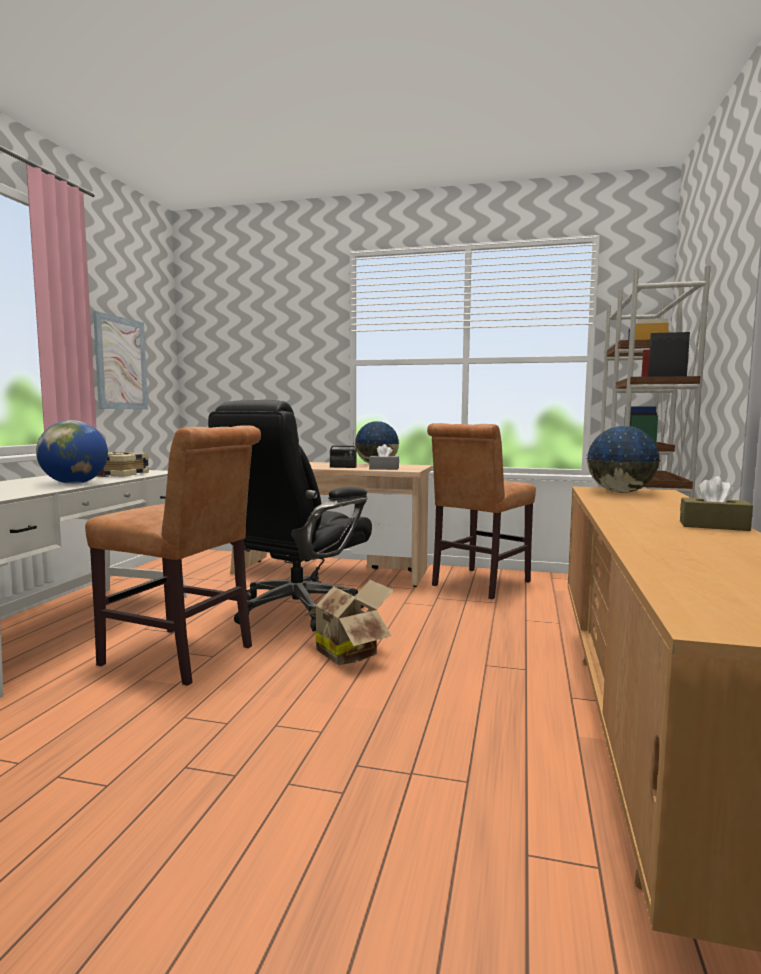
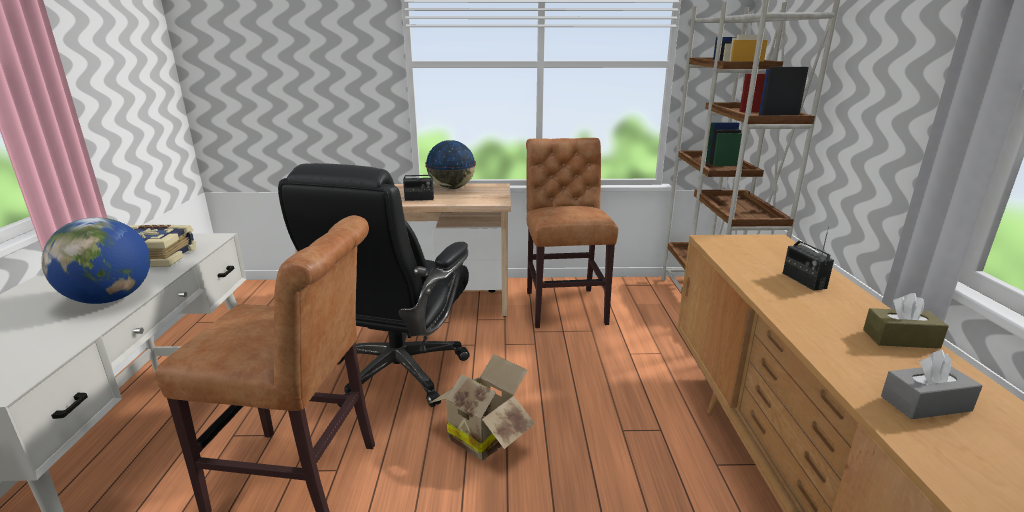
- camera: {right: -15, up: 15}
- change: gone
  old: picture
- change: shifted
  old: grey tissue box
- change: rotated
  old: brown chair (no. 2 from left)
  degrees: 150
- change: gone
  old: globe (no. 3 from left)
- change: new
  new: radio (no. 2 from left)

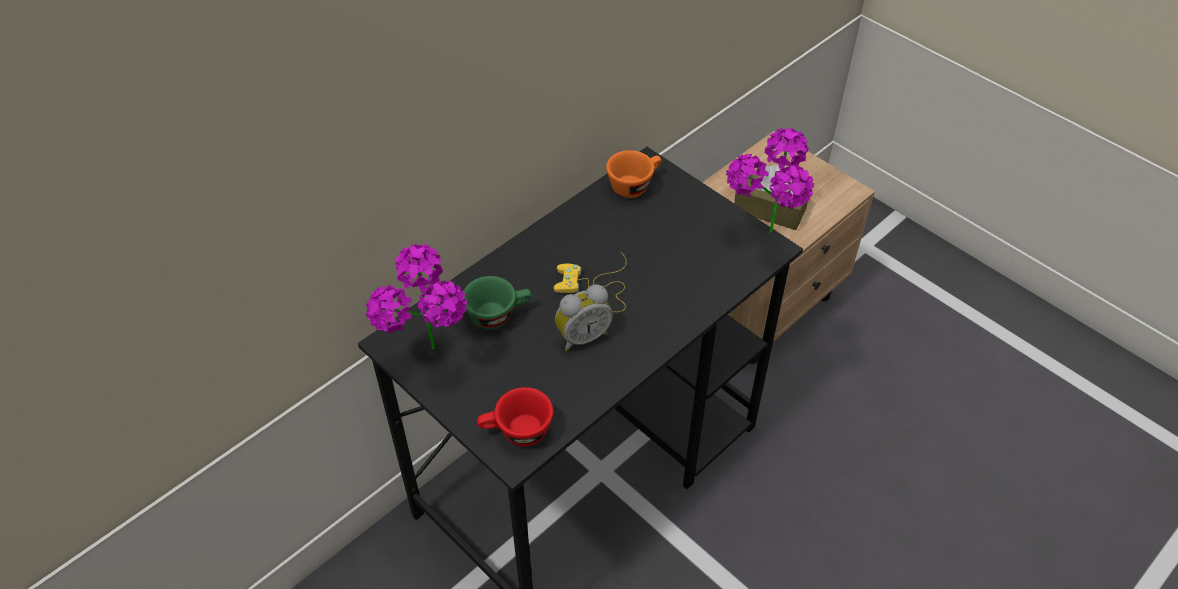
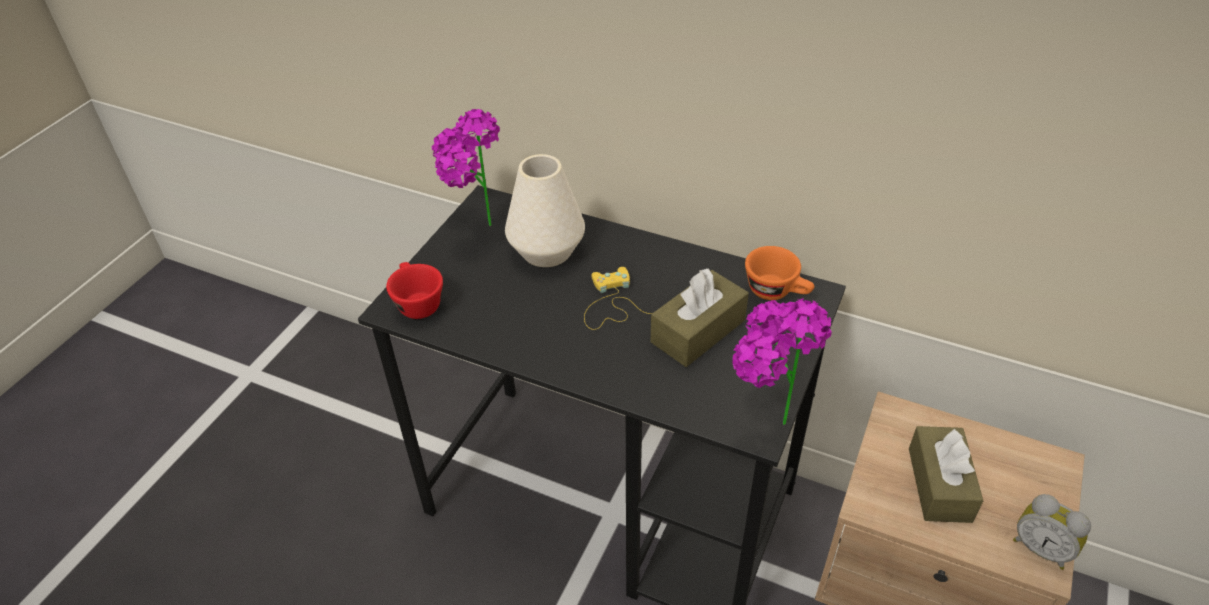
- camera: {right: 70, up: -5}
- change: swapped
  old: green cup
  new: white vase
- change: shifted
  old: alarm clock
- change: new
  new: brown tissue box (no. 1 from left)

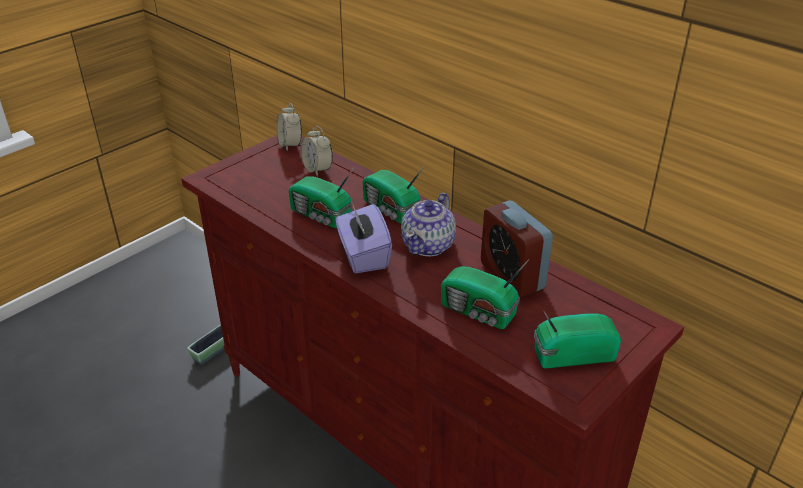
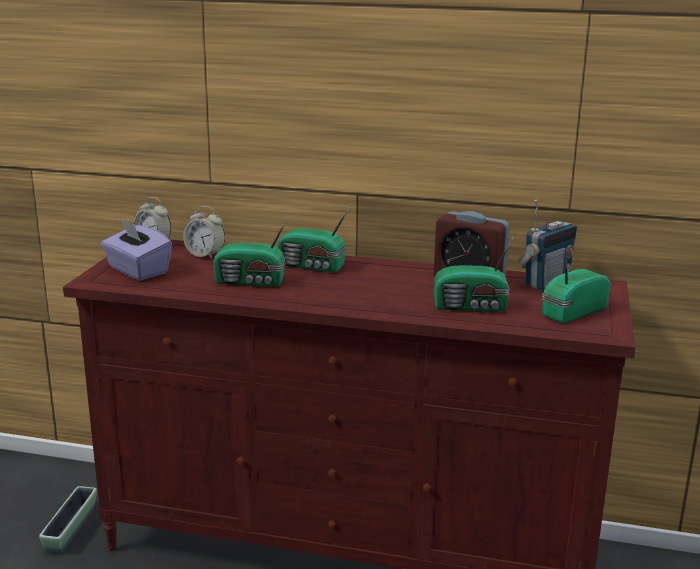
- camera: {right: -30, up: -15}
- change: shifted
  old: purple tissue box
- change: gone
  old: teapot
- change: new
  new: radio (no. 4 from left)

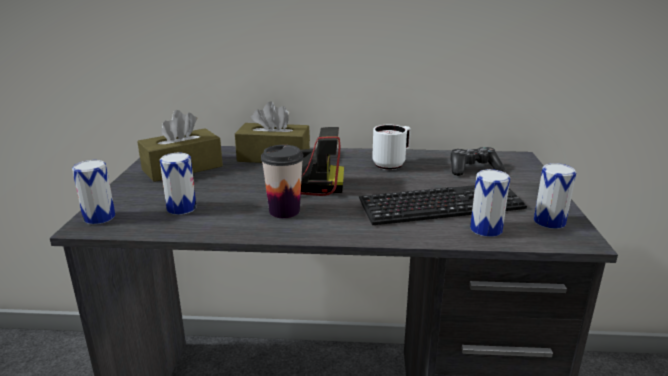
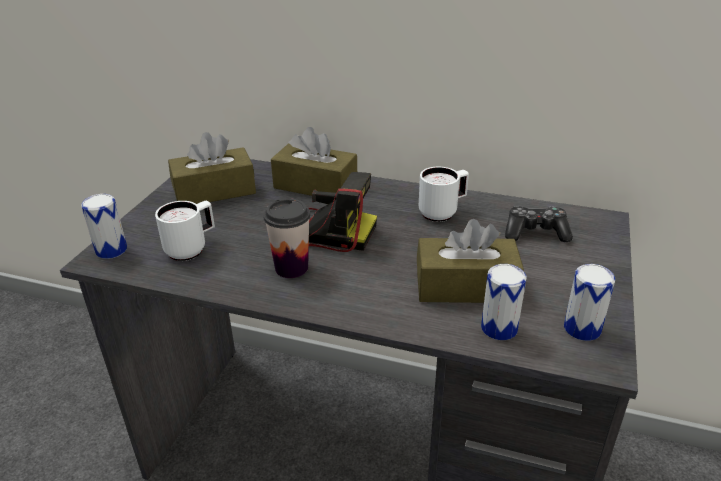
- camera: {right: 15, up: 10}
- change: swapped
  old: can (no. 2 from left)
  new: white mug (no. 1 from left)
- change: swapped
  old: keyboard
  new: brown tissue box (no. 3 from left)

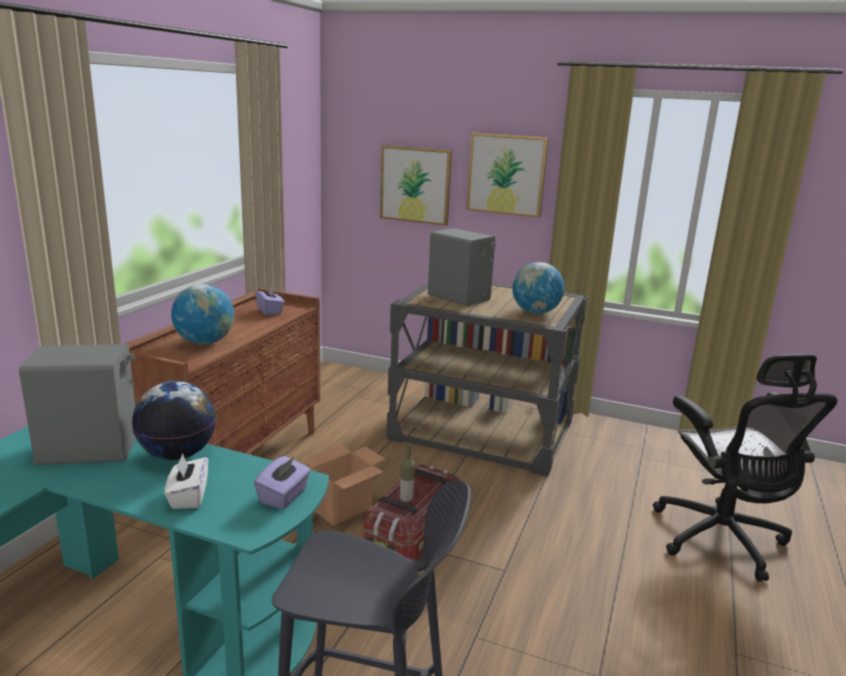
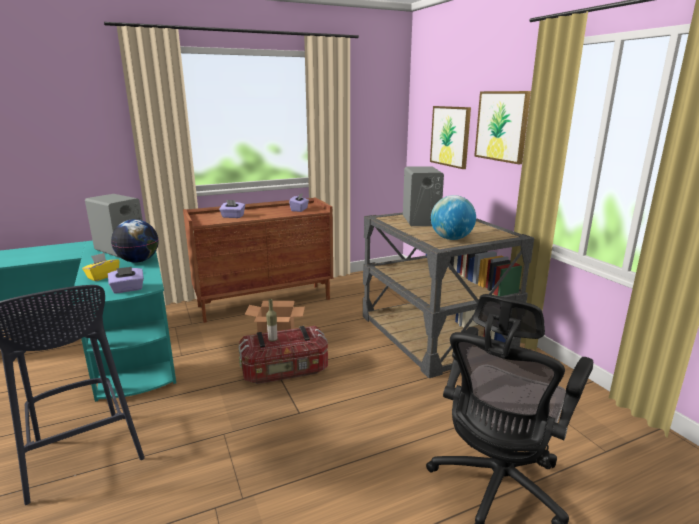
- camera: {right: 45, up: 0}
- change: repainted
  old: white tissue box
  new: yellow tissue box
- change: swapped
  old: globe (no. 2 from left)
  new: purple tissue box (no. 2 from left)

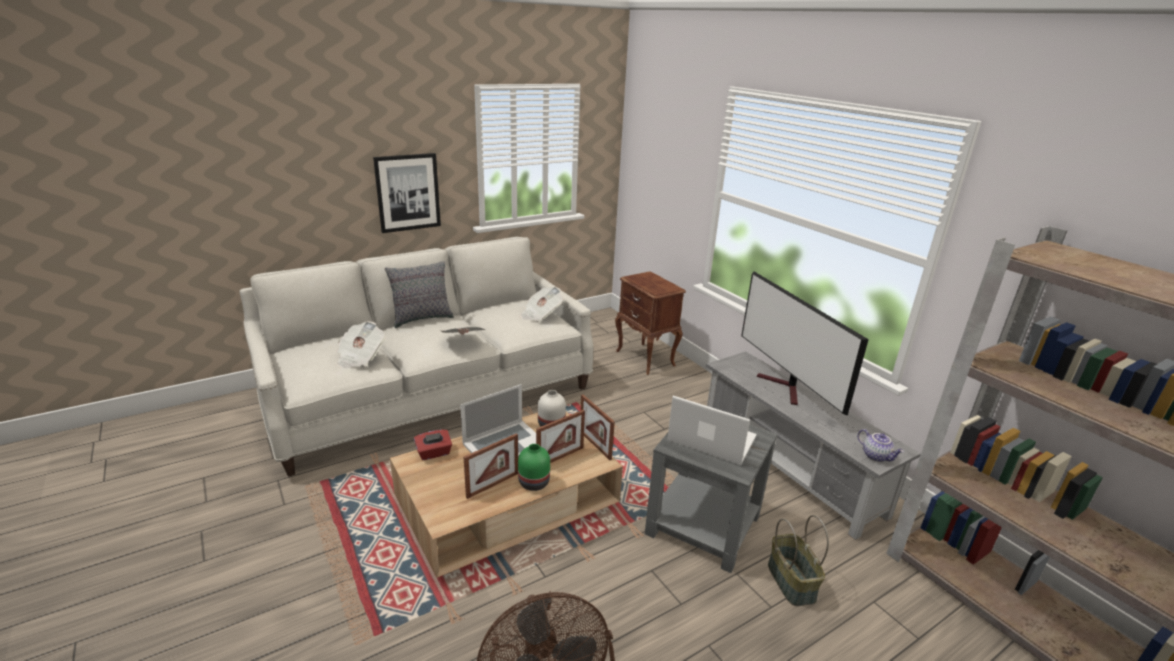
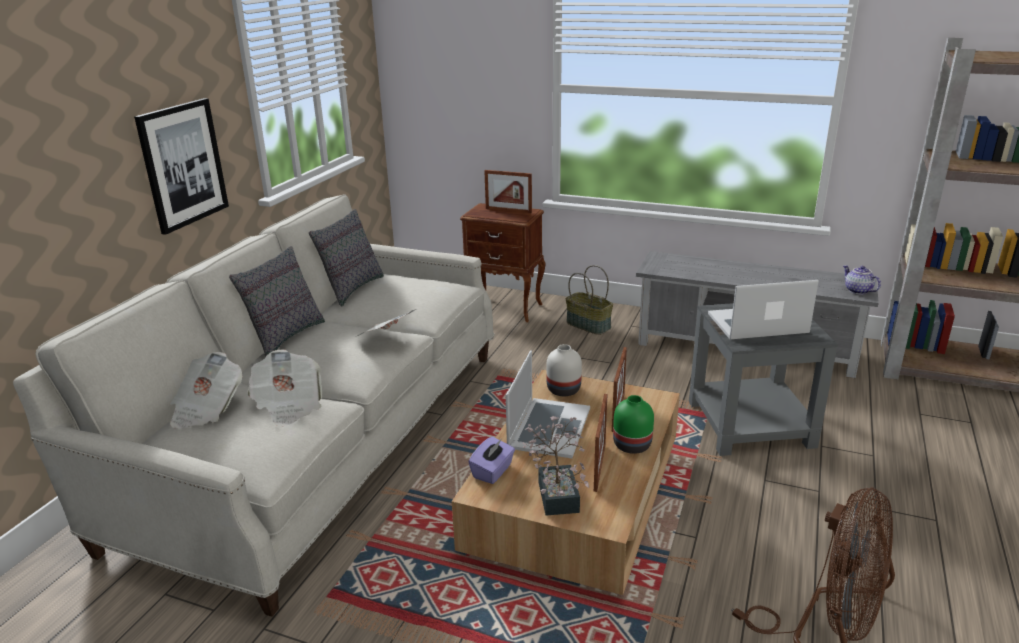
- camera: {right: -35, up: 0}
- change: repainted
  old: red tissue box
  new: purple tissue box
- change: shifted
  old: newspaper (no. 3 from left in the first image)
  new: newspaper (no. 1 from left)
- change: shifted
  old: picture frame (no. 3 from left in the first image)
  new: picture frame (no. 1 from left)
- change: gone
  old: television
- change: shifted
  old: basket
- change: rotated
  old: teapot
  degrees: -135
- change: new
  new: grey pillow (no. 2 from left)
- change: new
  new: potted plant

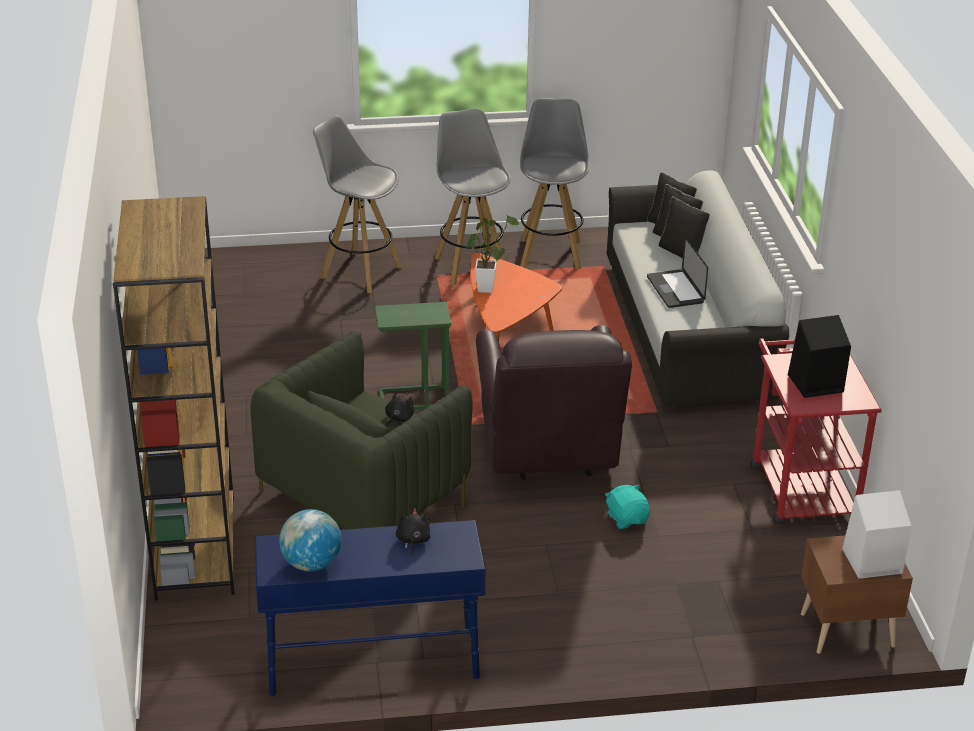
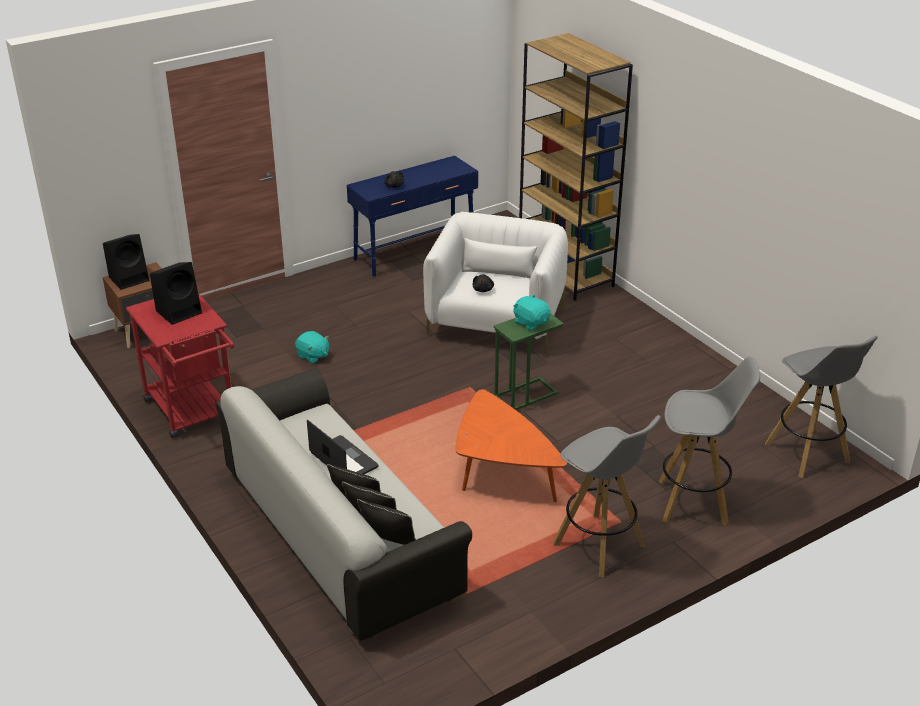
- camera: {right: 155, up: 0}
- change: repainted
  old: green armchair
  new: white armchair
- change: gone
  old: globe
- change: gone
  old: potted plant
- change: gone
  old: brown armchair
- change: shifted
  old: grey stool (no. 3 from left)
- change: repainted
  old: white speaker
  new: black speaker (no. 1 from left)
- change: new
  new: turquoise plush toy (no. 2 from left)

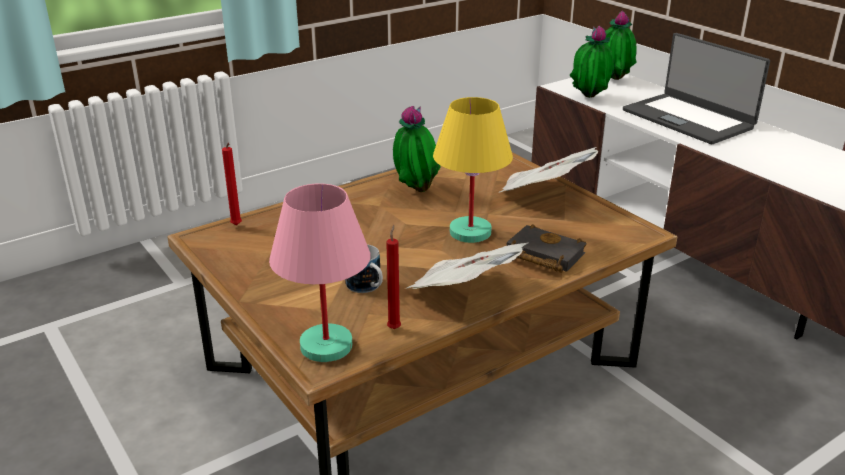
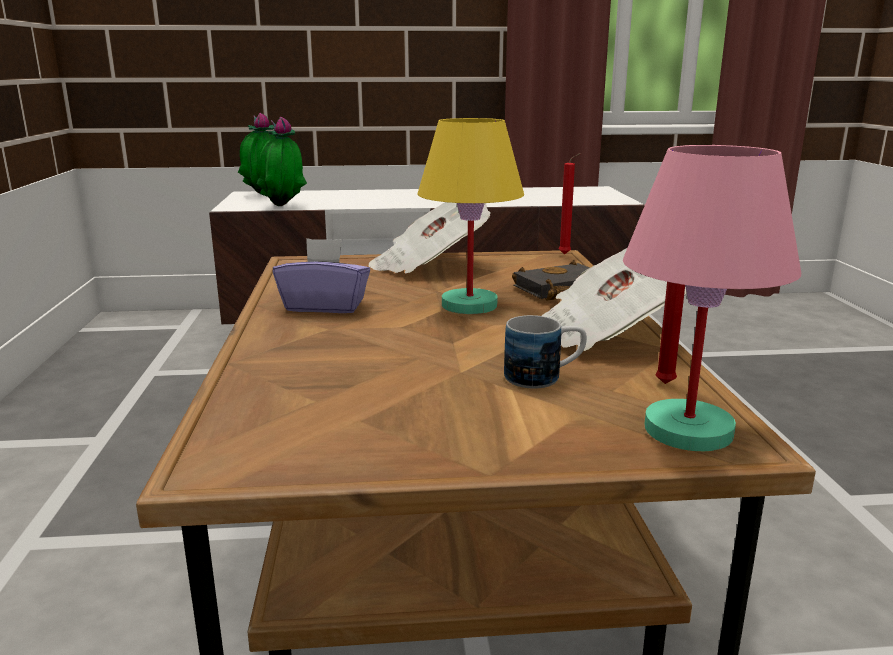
- camera: {right: -60, up: -10}
- change: shifted
  old: red candle (no. 1 from left)
- change: swapped
  old: potted plant (no. 1 from left)
  new: purple tissue box
- change: gone
  old: laptop

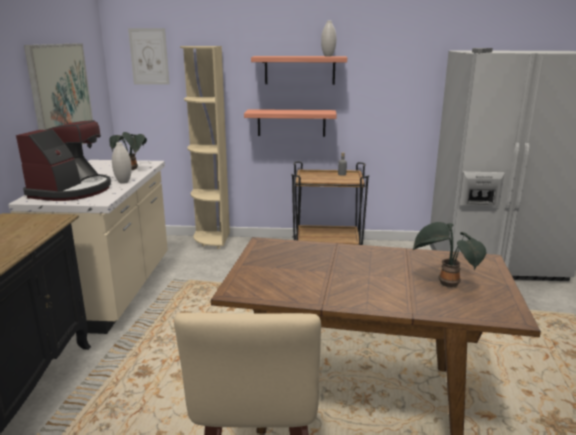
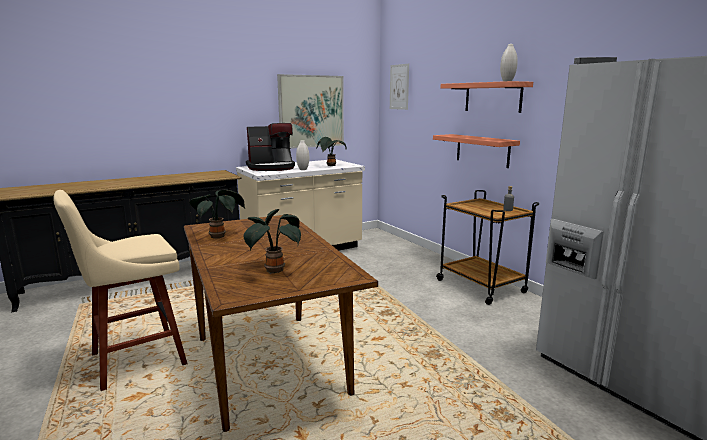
- camera: {right: 55, up: -5}
- change: gone
  old: beige bookcase
- change: new
  new: potted plant (no. 1 from left)

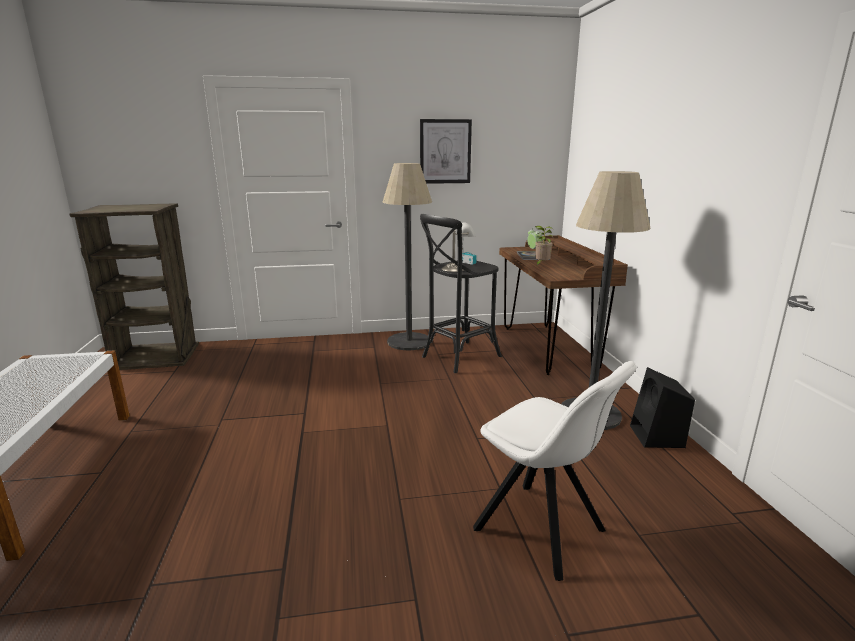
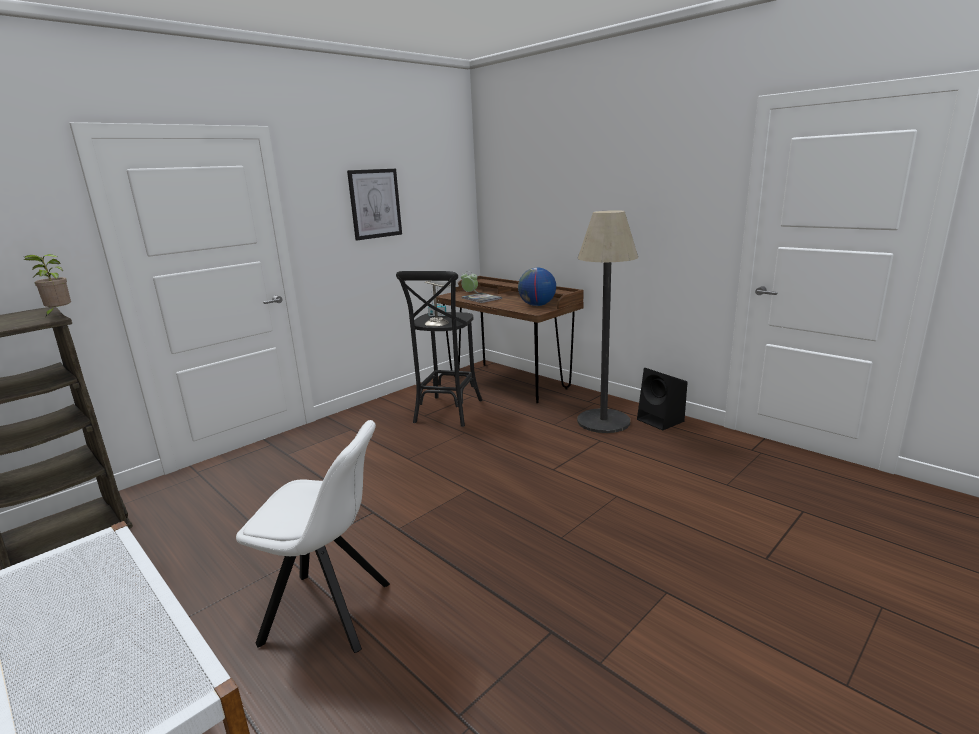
- camera: {right: -35, up: 0}
- change: gone
  old: floor lamp (no. 1 from left)
- change: shifted
  old: white chair
- change: shifted
  old: potted plant
- change: new
  new: globe

